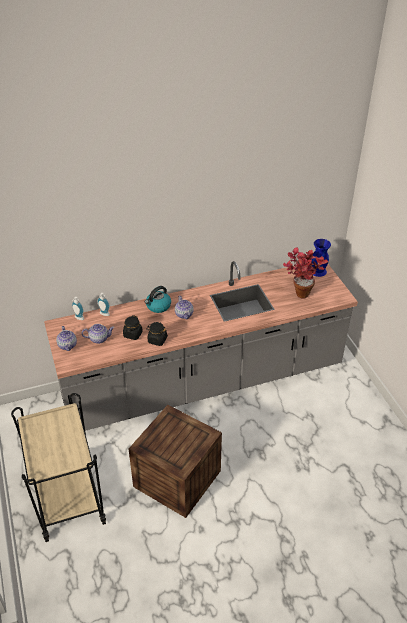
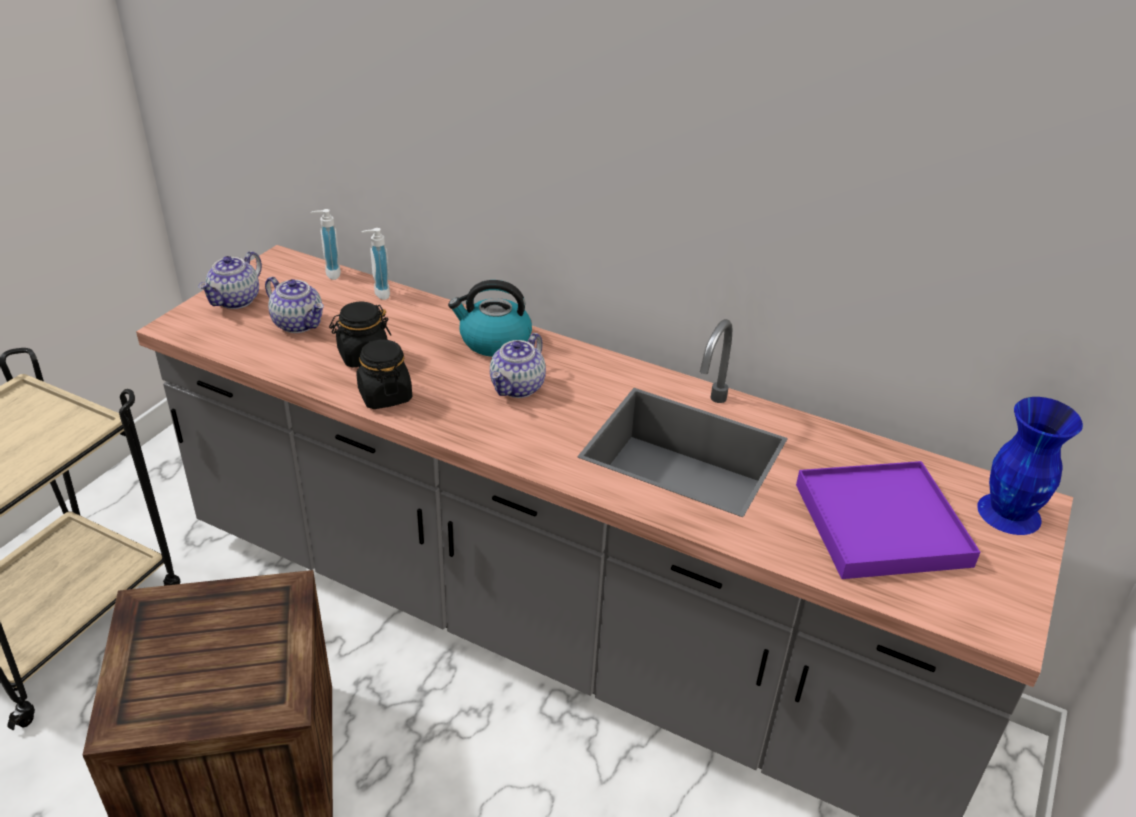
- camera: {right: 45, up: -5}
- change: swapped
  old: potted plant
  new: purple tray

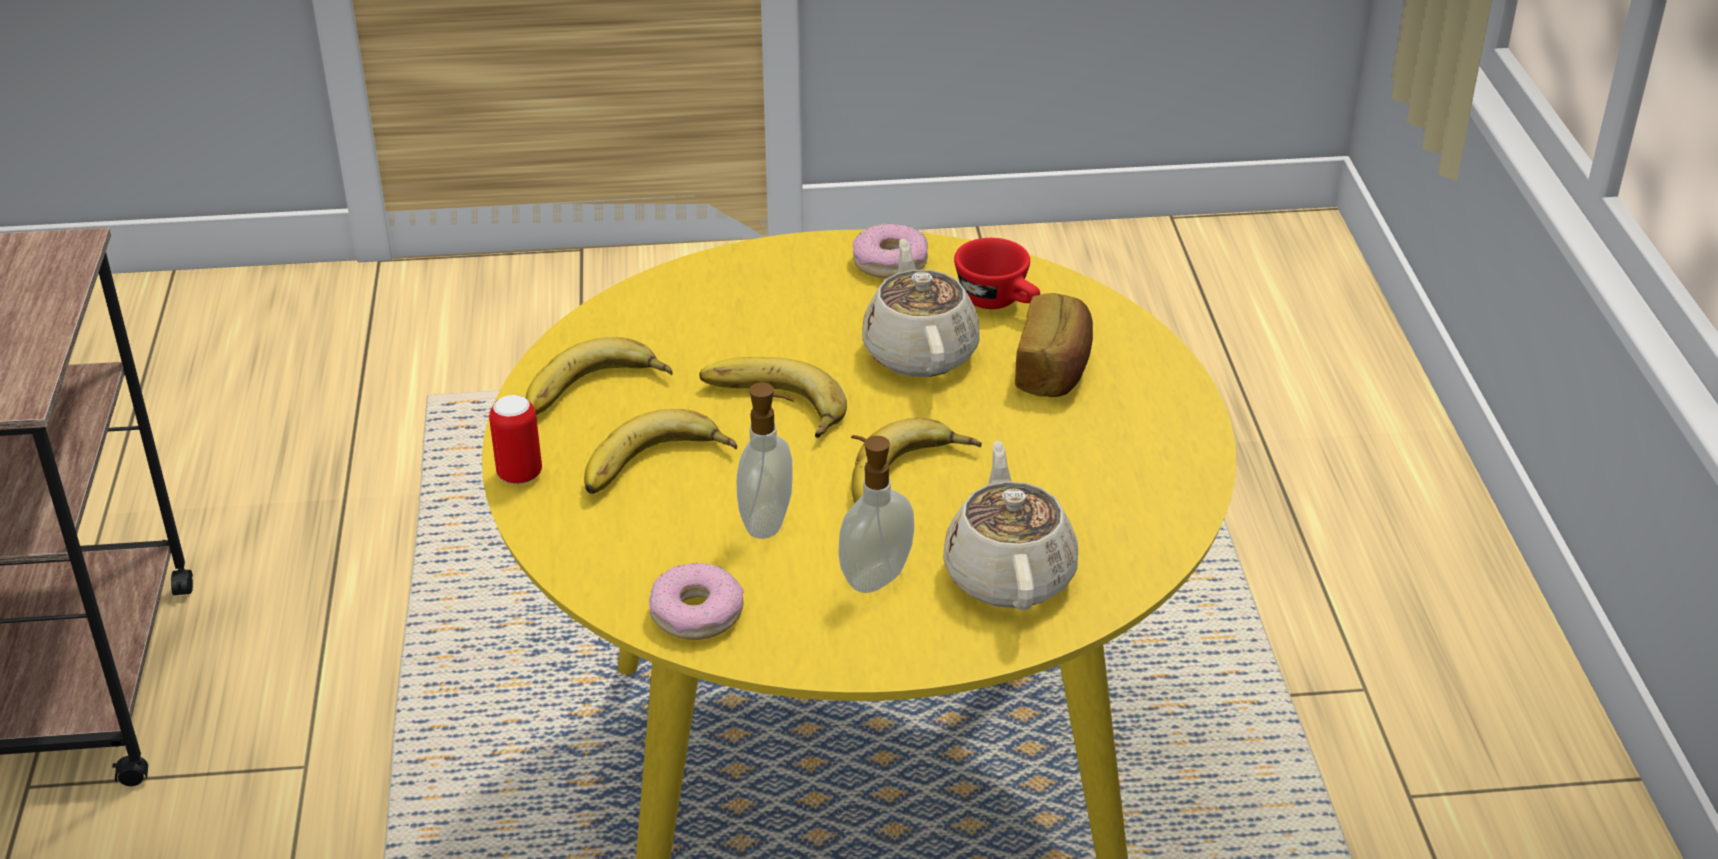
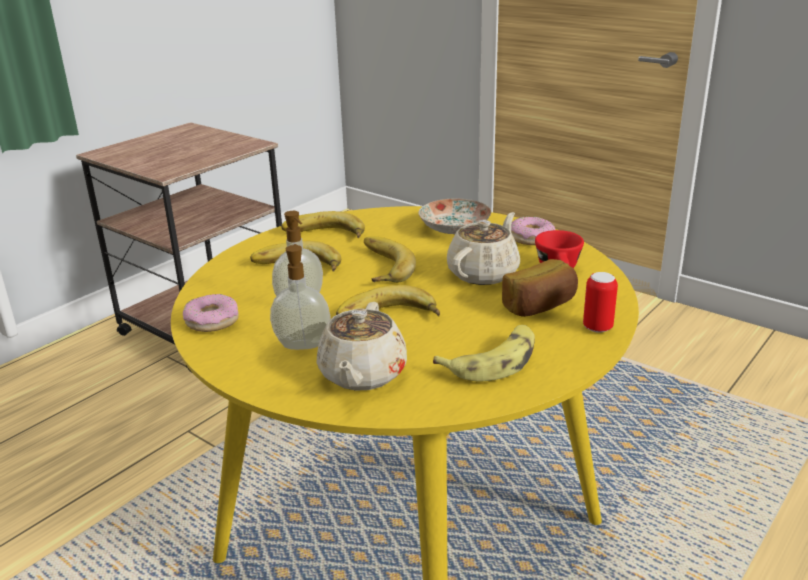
- camera: {right: 45, up: -10}
- change: shifted
  old: can
- change: rotated
  old: beige teapot (no. 2 from left in the first image)
  degrees: 150
- change: new
  new: plate
- change: new
  new: banana (no. 5 from left)

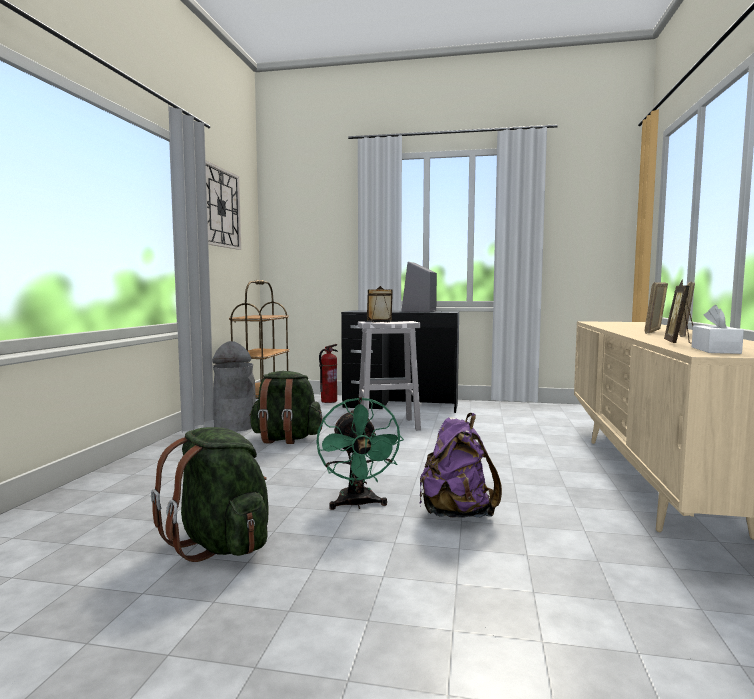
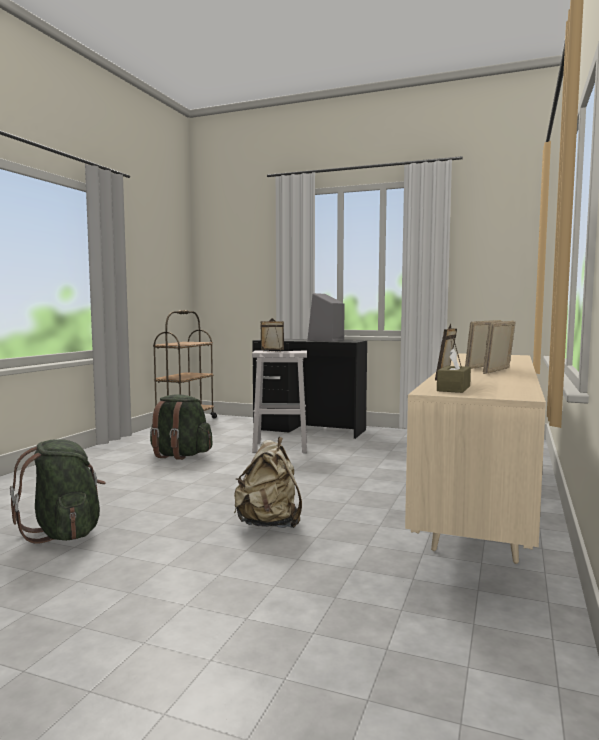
- camera: {right: 10, up: 0}
- change: gone
  old: wall clock
- change: gone
  old: grey trash can
- change: gone
  old: green fan
- change: gone
  old: fire extinguisher
- change: repainted
  old: purple backpack
  new: beige backpack
- change: repainted
  old: white tissue box
  new: brown tissue box

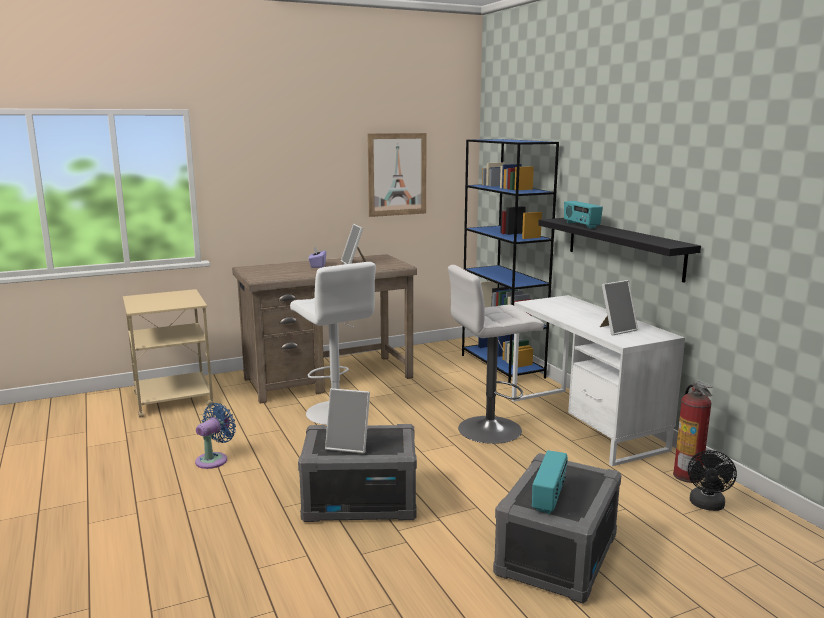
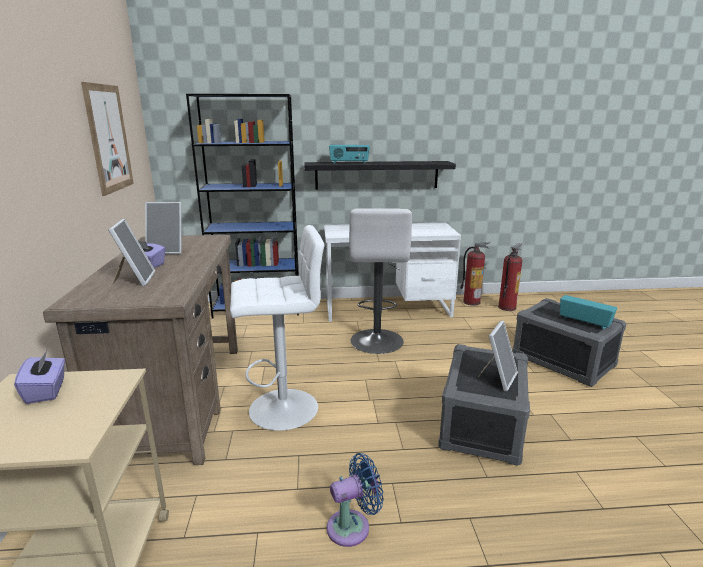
- camera: {right: -70, up: 5}
- change: rotated
  old: blue fan
  degrees: 105
- change: shifted
  old: picture frame (no. 3 from left in the first image)
  new: picture frame (no. 1 from left)
- change: swapped
  old: black fan
  new: fire extinguisher (no. 2 from left)
- change: new
  new: purple tissue box (no. 1 from left)

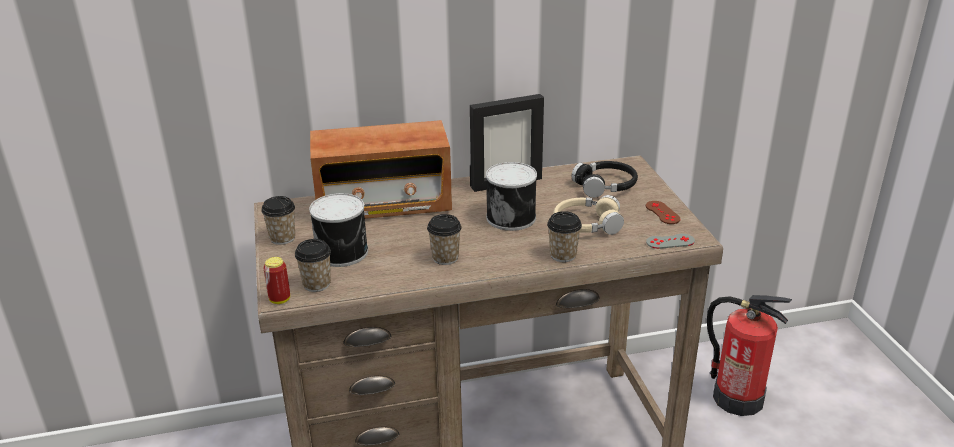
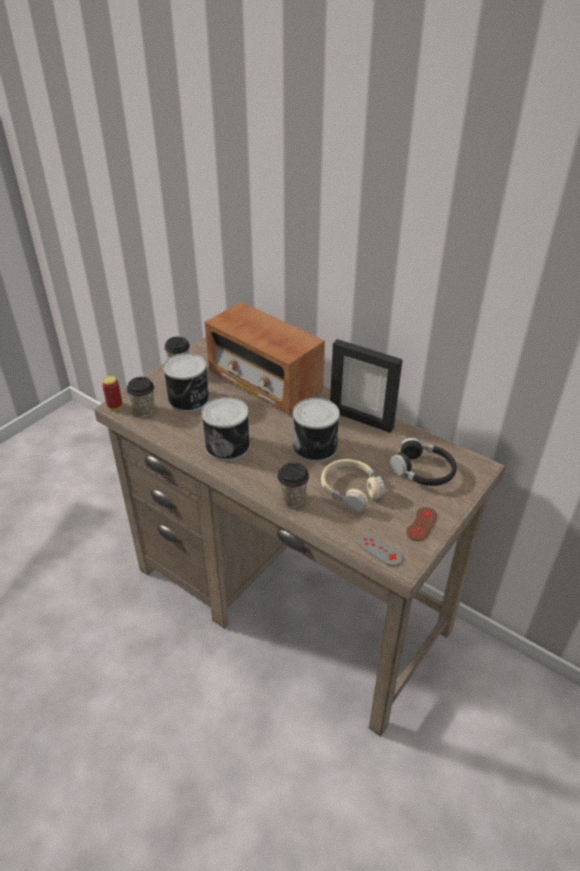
- camera: {right: 50, up: 10}
- change: swapped
  old: cup (no. 3 from left)
  new: can (no. 3 from left)
- change: gone
  old: fire extinguisher

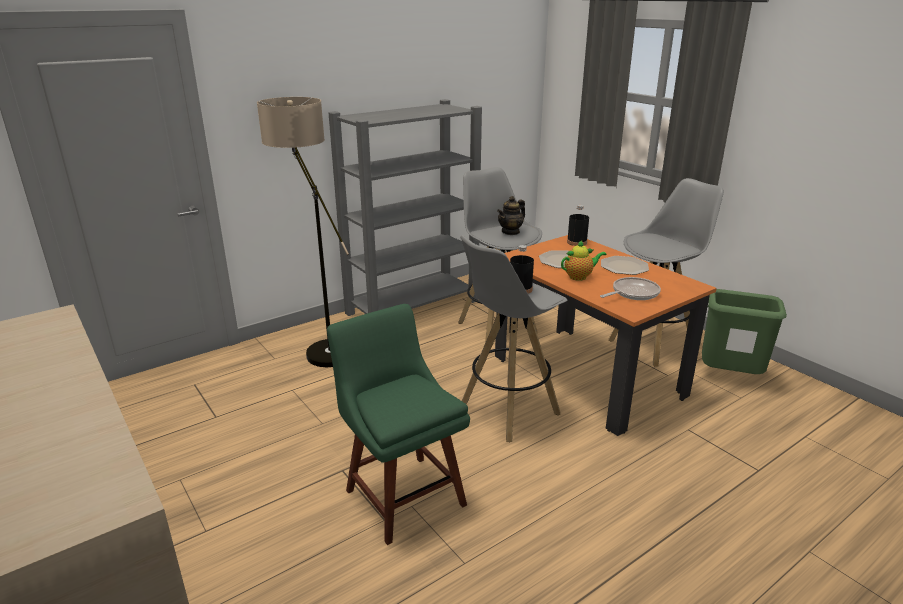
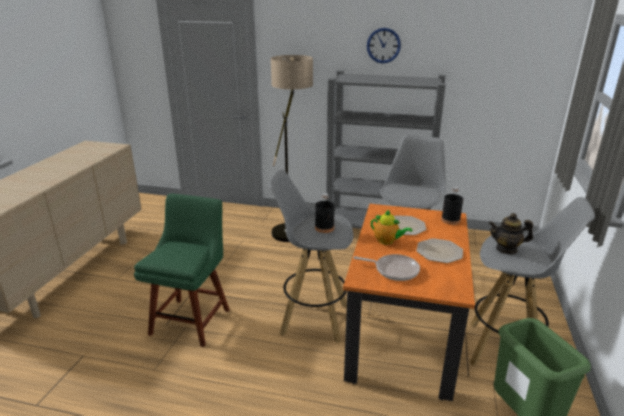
- camera: {right: 50, up: 0}
- change: shifted
  old: teapot (no. 1 from left in the first image)
  new: teapot (no. 2 from left)
- change: new
  new: wall clock

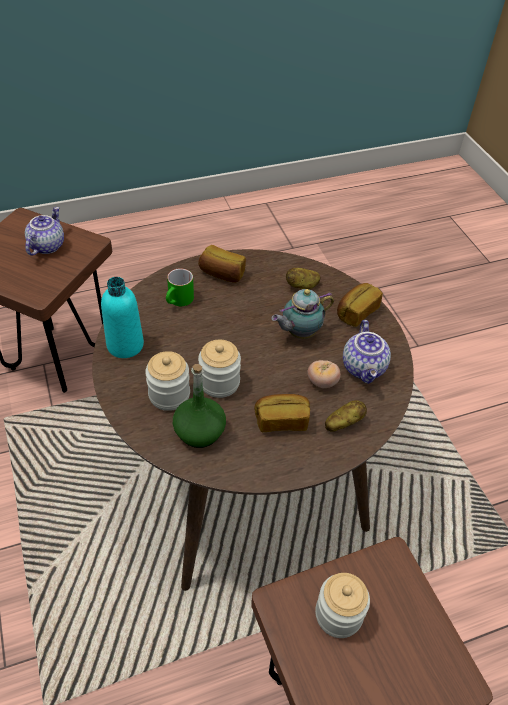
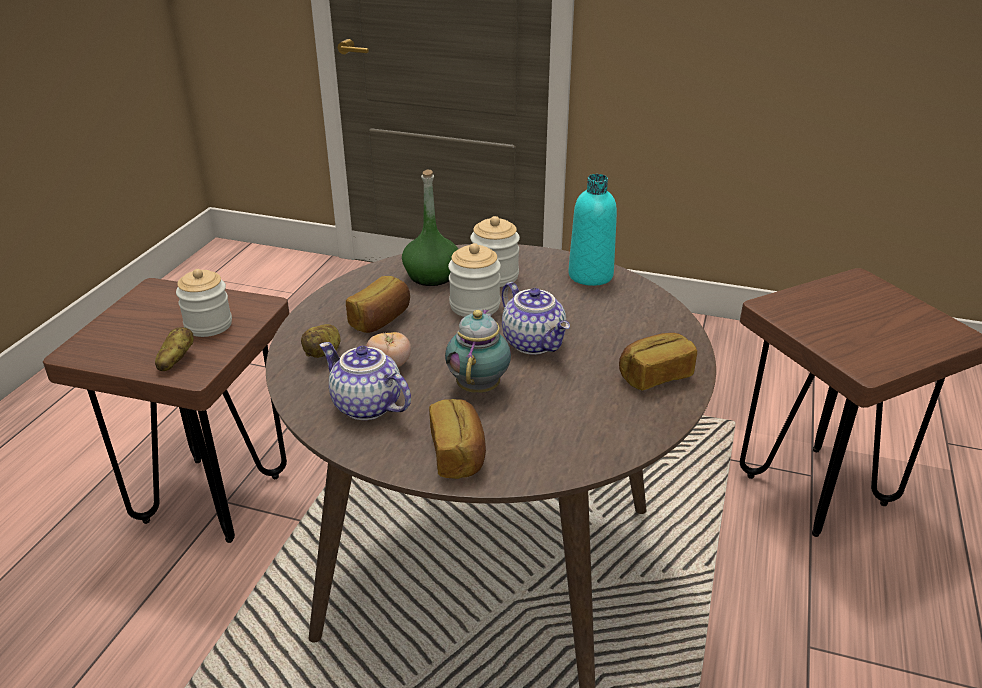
- camera: {right: 130, up: -15}
- change: shifted
  old: teapot (no. 1 from left in the first image)
  new: teapot (no. 3 from left)
- change: gone
  old: green mug
- change: shifted
  old: potato (no. 1 from left)

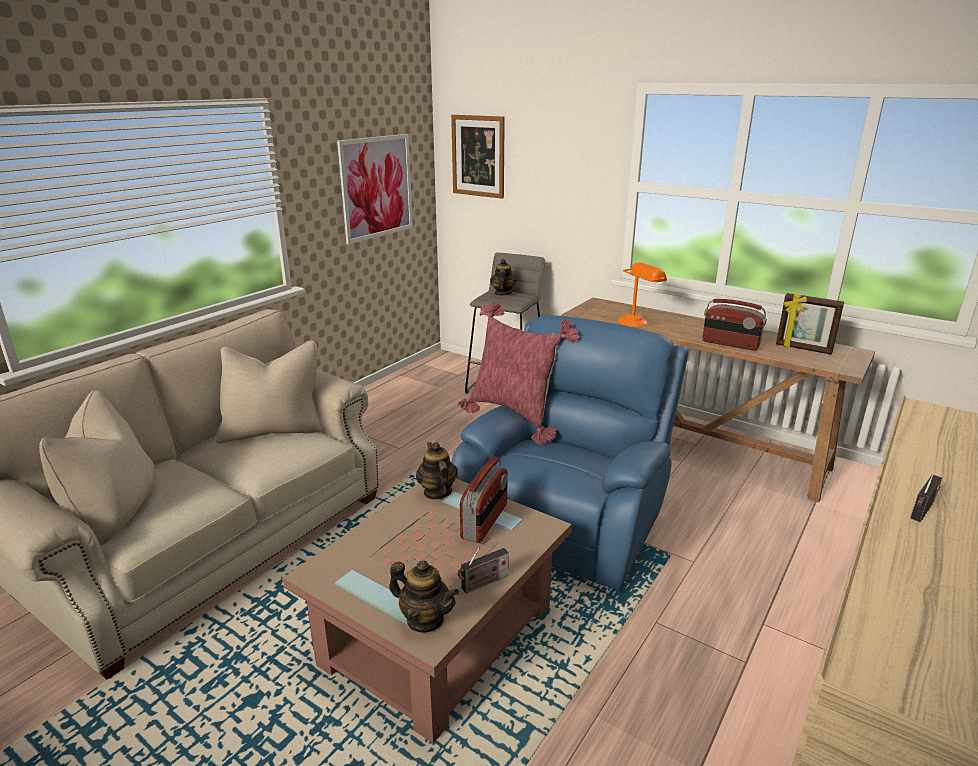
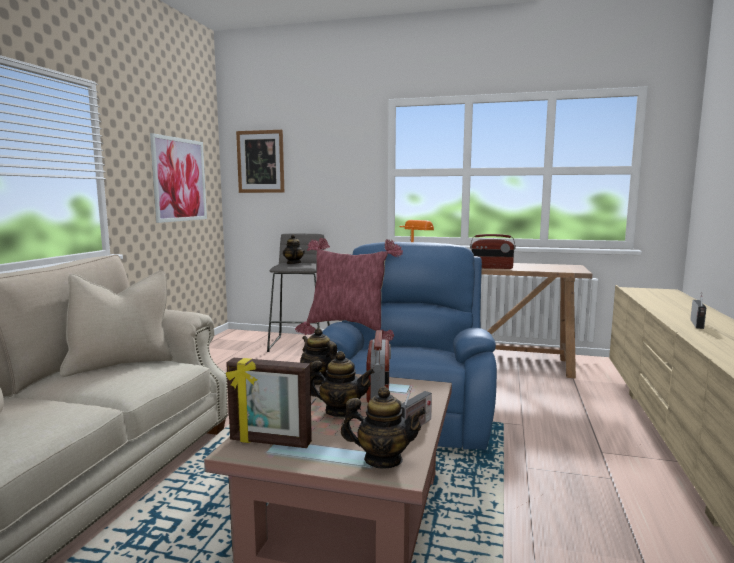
- camera: {right: -20, up: -15}
- change: shifted
  old: picture frame
- change: new
  new: teapot (no. 3 from left)

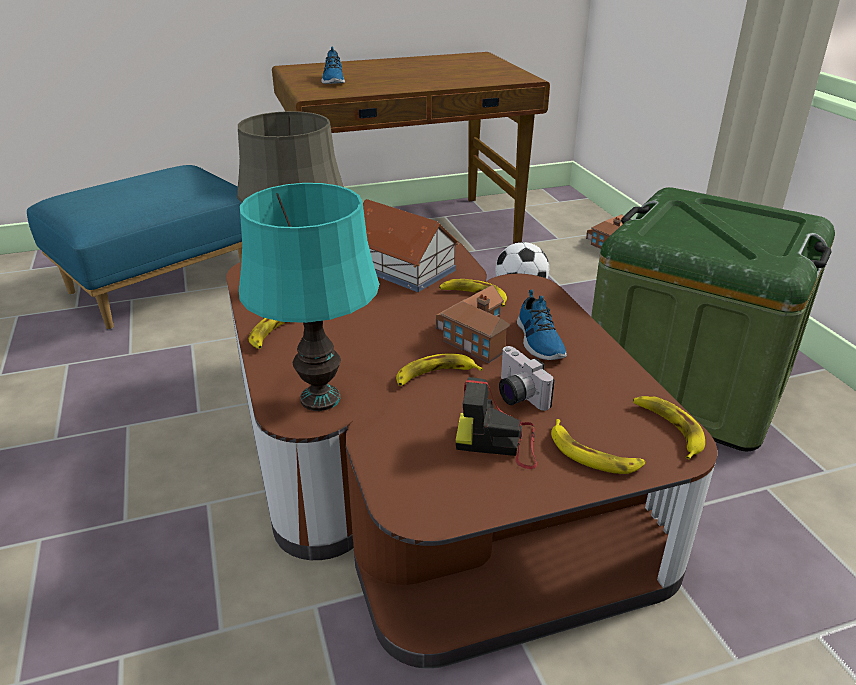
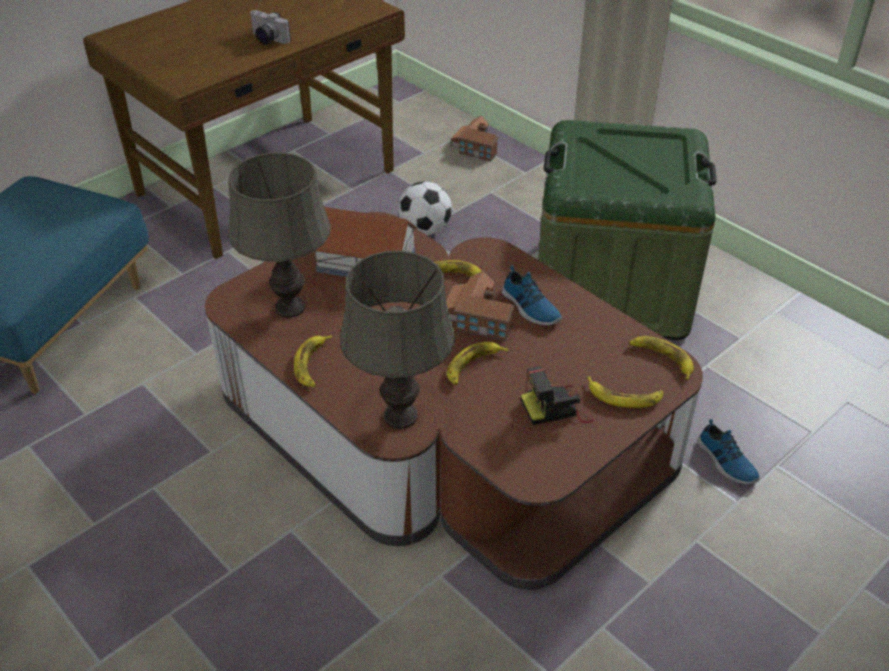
- camera: {right: -25, up: 10}
- change: repainted
  old: turquoise table lamp
  new: grey table lamp (no. 2 from left)
- change: shifted
  old: shoe (no. 1 from left in the first image)
  new: shoe (no. 2 from left)
- change: shifted
  old: photo camera (no. 2 from left in the first image)
  new: photo camera (no. 1 from left)

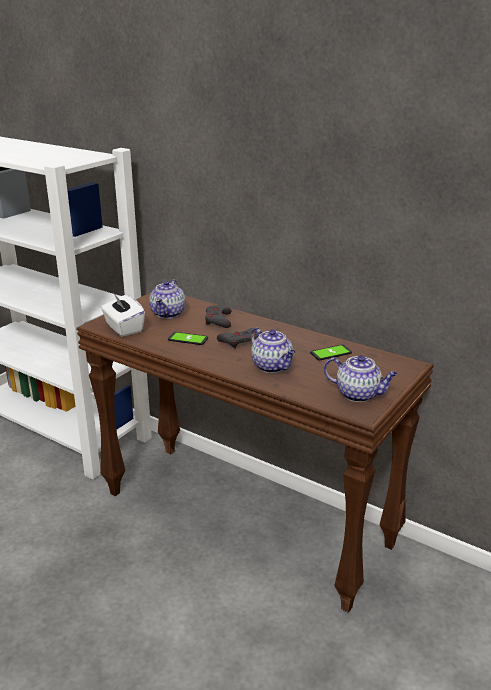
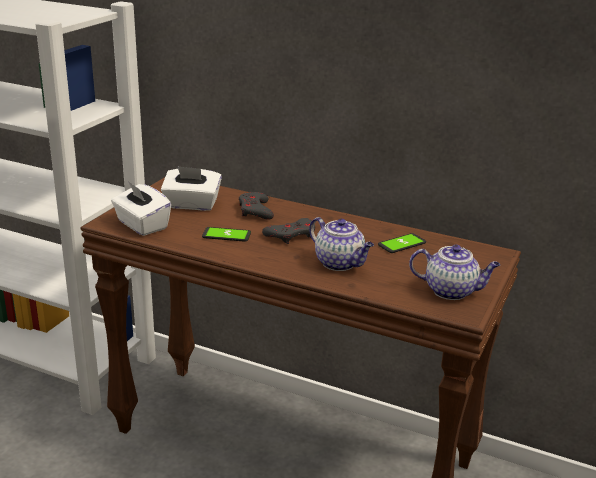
- camera: {right: -10, up: 0}
- change: swapped
  old: teapot (no. 1 from left)
  new: white tissue box (no. 2 from left)

